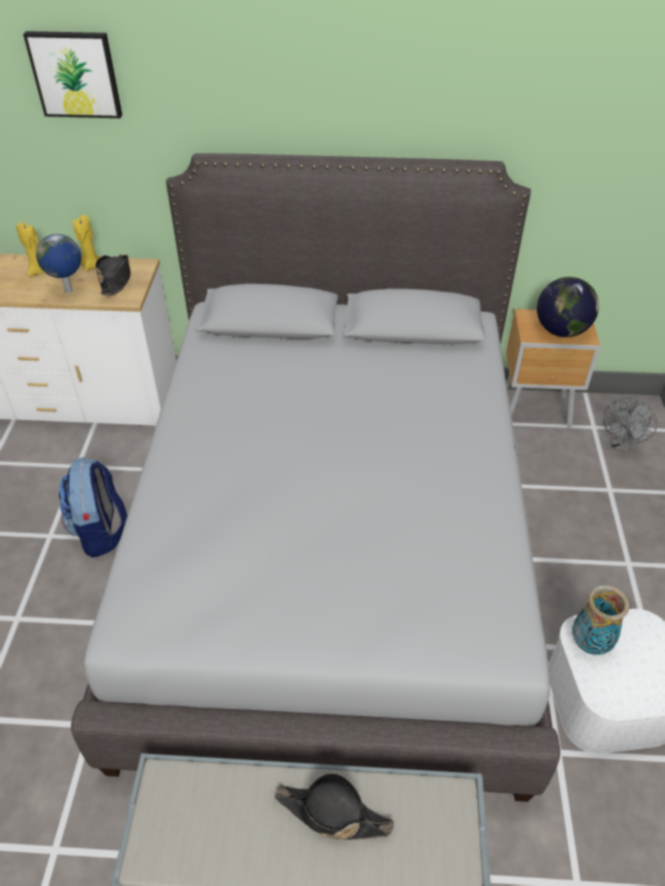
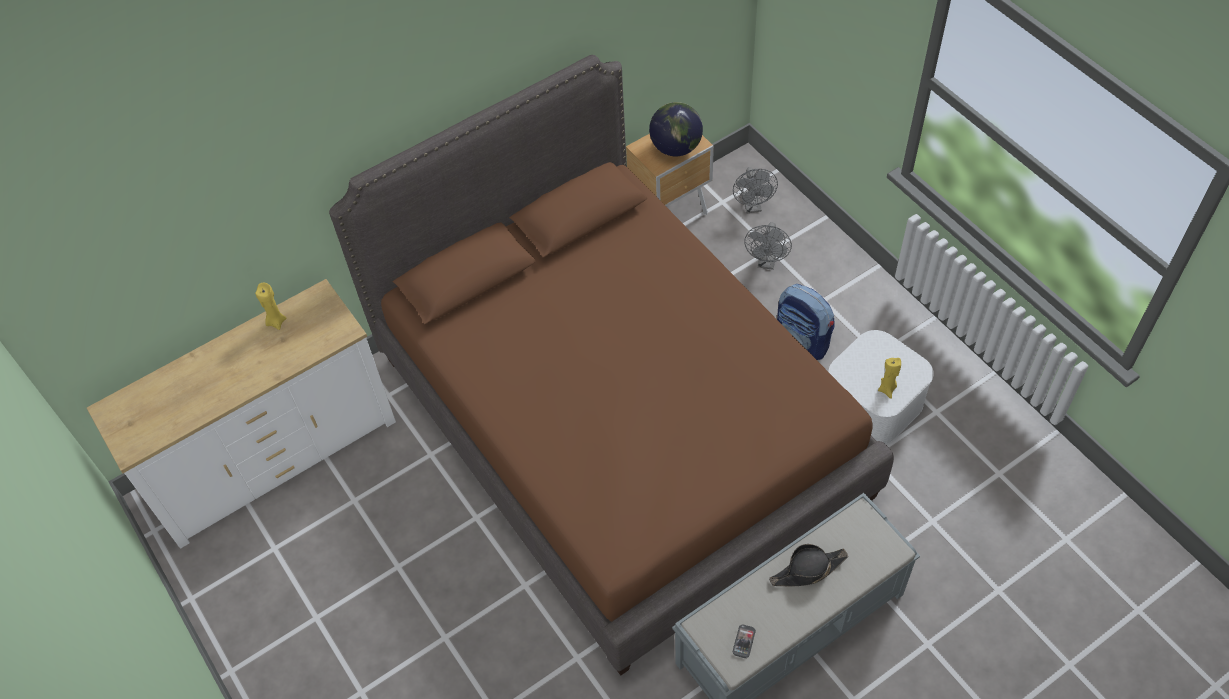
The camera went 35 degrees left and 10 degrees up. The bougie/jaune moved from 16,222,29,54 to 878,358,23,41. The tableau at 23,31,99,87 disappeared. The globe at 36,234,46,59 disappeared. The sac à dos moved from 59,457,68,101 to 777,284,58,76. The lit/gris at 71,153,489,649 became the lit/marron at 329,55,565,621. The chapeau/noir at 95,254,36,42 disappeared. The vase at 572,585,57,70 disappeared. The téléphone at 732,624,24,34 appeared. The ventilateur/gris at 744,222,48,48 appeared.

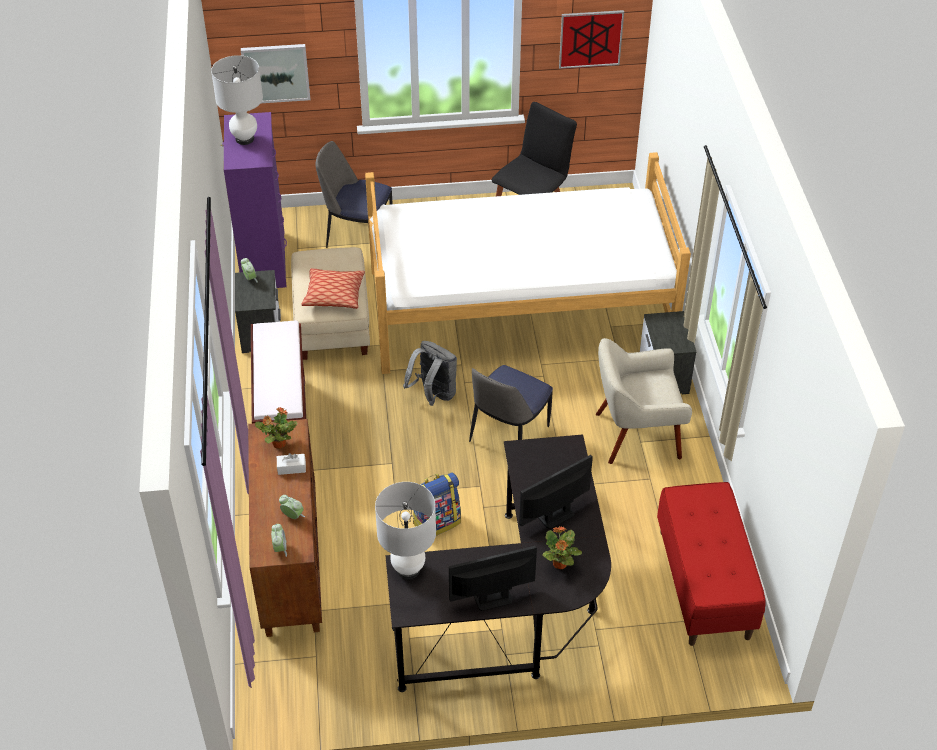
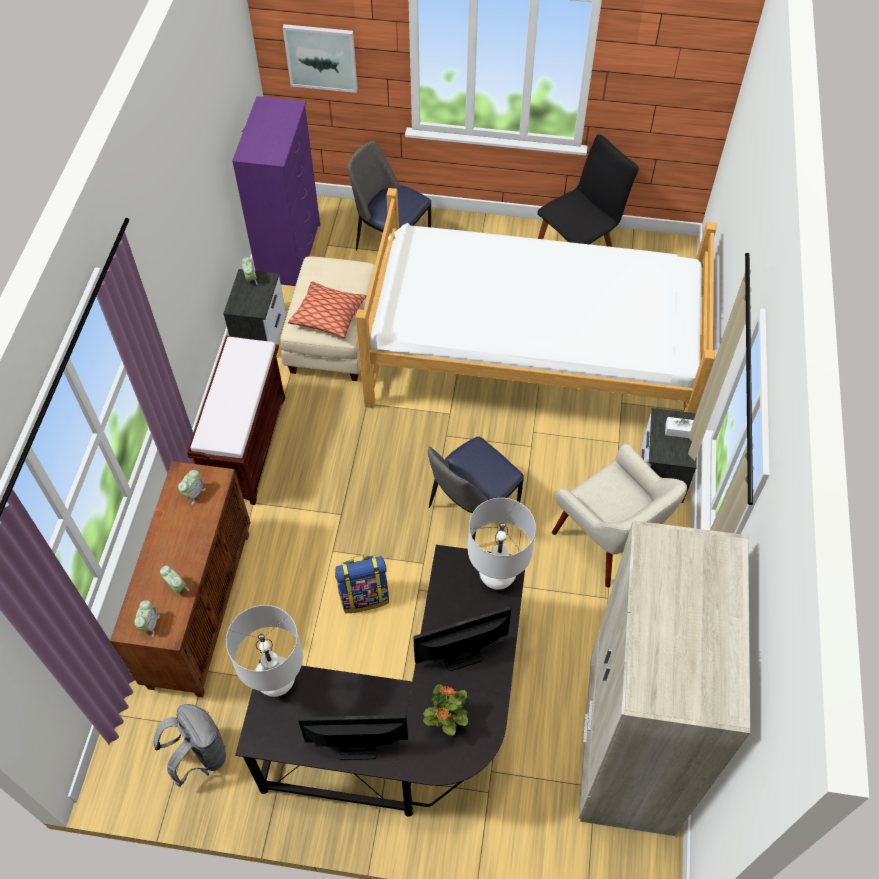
The camera went 15 degrees right and 10 degrees up. The lampe de table/blanc moved from 211,55,52,90 to 468,498,68,94. The plante en pot at 255,407,42,42 was replaced by the réveil at 178,470,28,35. The boîte à mouchoirs/blanc moved from 277,453,29,22 to 665,417,29,21. The sac à dos/gris moved from 403,341,54,65 to 154,704,72,83. The tableau at 559,10,65,59 disappeared. The fauteuil/beige at 596,338,96,126 turned 135 degrees counterclockwise. The banc/rouge at 657,482,109,164 was replaced by the armoire/beige at 579,521,171,315.

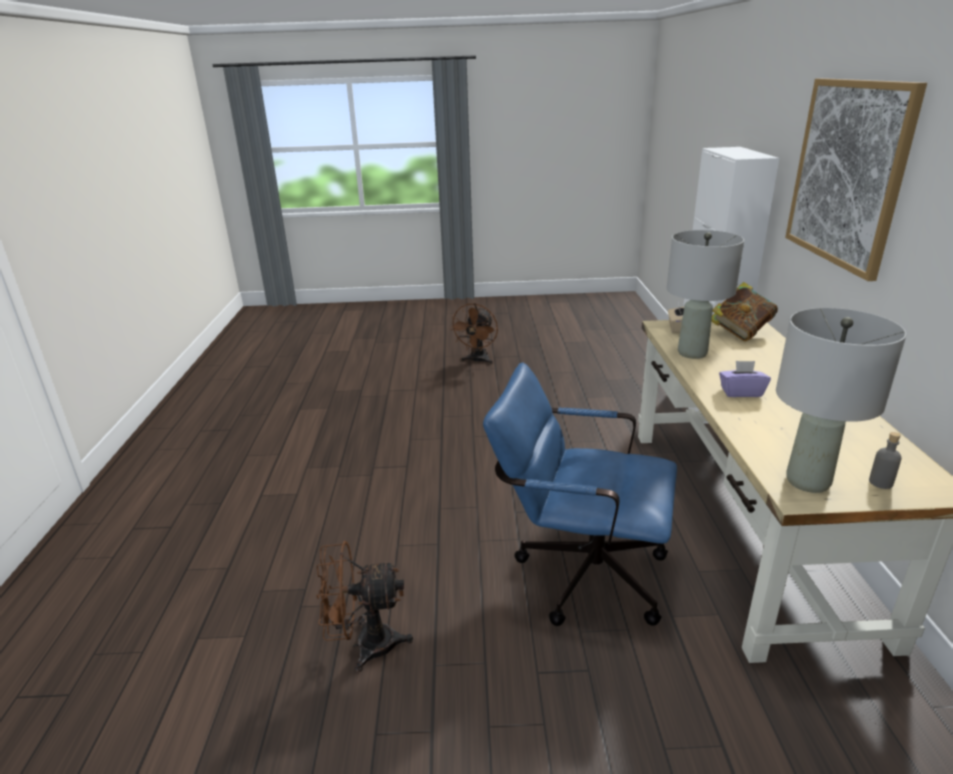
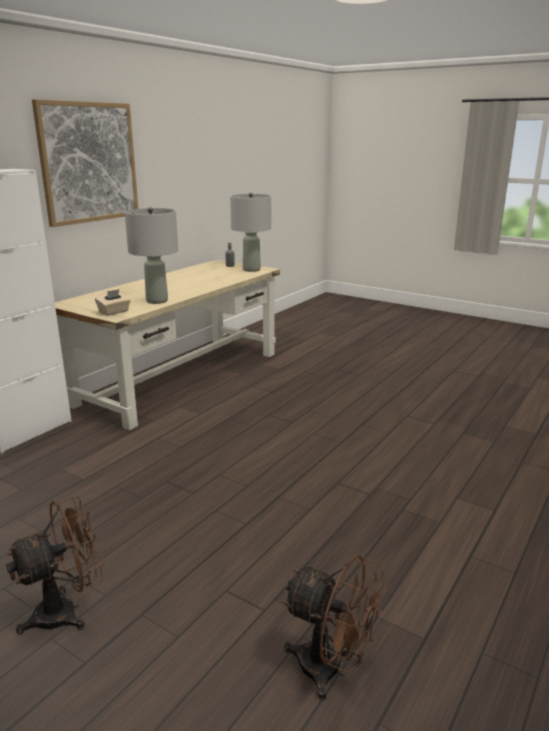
The camera went 145 degrees left and 5 degrees down. The ventilateur/marron moved from 316,541,97,131 to 282,555,105,146. The chaise de bureau/bleu at 483,363,194,263 disappeared. The livre at 711,282,67,59 disappeared. The boîte à mouchoirs/violet at 719,361,52,36 disappeared.

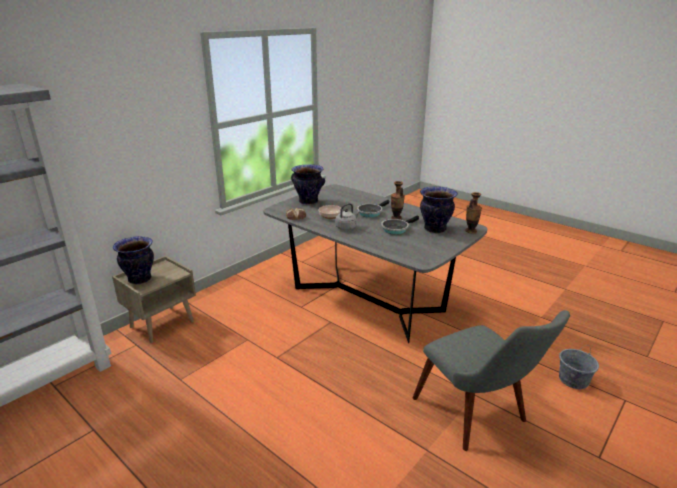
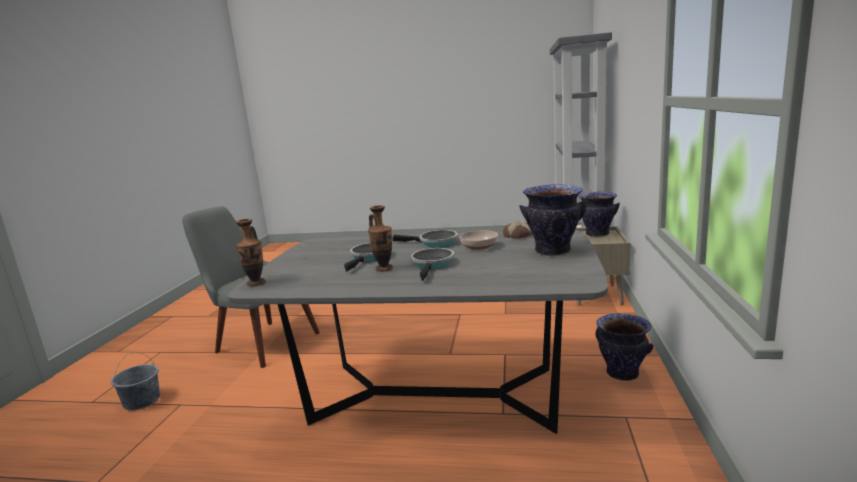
The camera went 150 degrees right and 10 degrees down. The bouilloire/gris at 335,203,25,27 was replaced by the poêle at 393,230,65,18. The vase moved from 420,187,38,46 to 596,313,57,68.

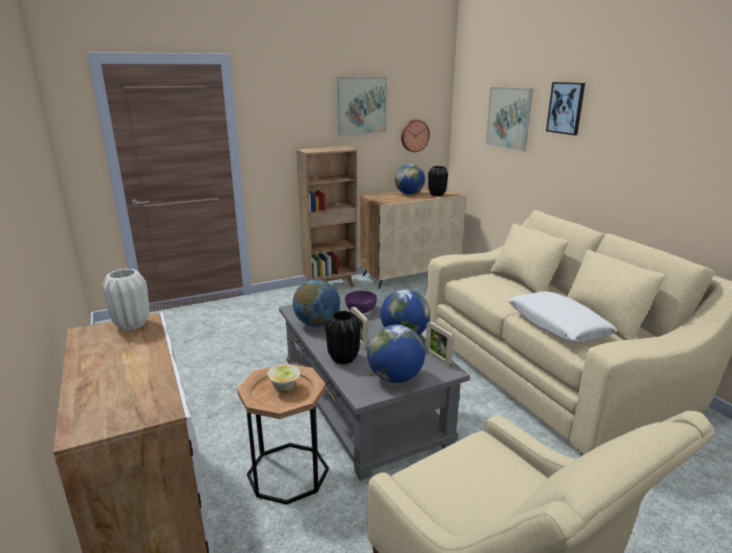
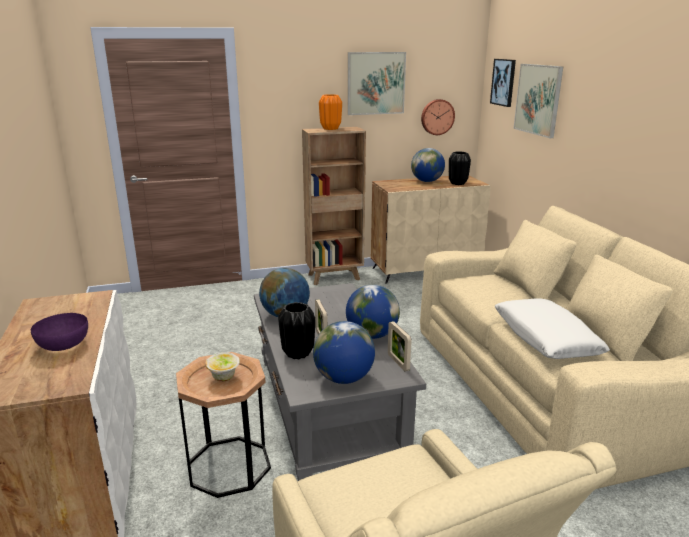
The camera went 10 degrees right and 0 degrees up. The vase/blanc at 102,269,48,62 disappeared. The bol/violet moved from 345,291,32,22 to 31,313,57,38. The tableau moved from 546,82,39,53 to 490,59,26,48. The vase/orange at 319,94,23,36 appeared.

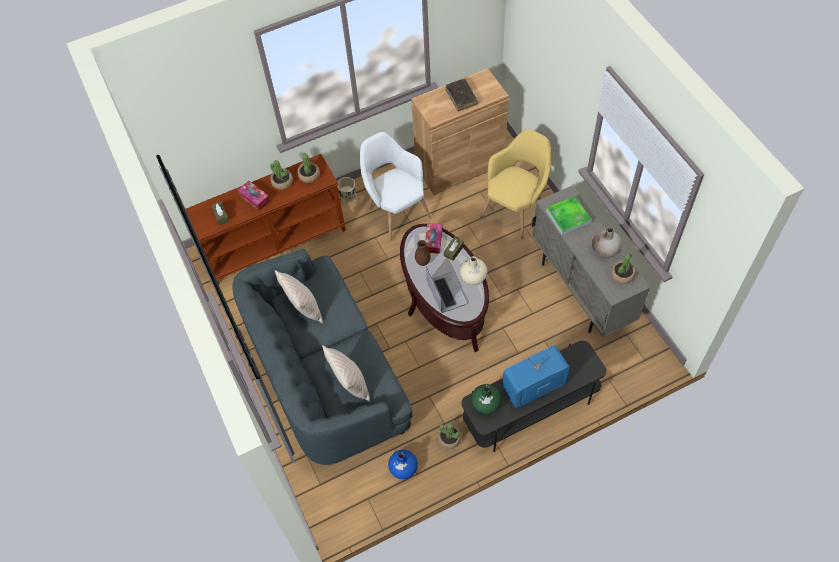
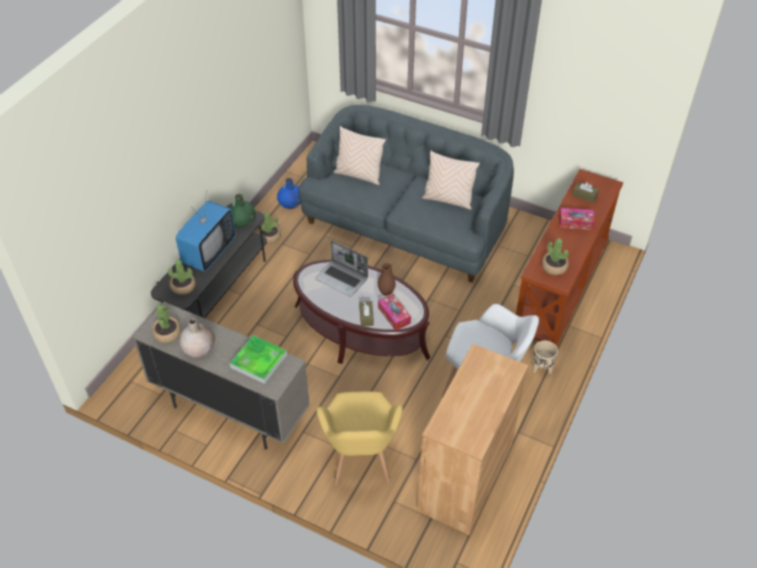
The camera went 140 degrees right and 10 degrees down. The plante en pot moved from 270,160,23,30 to 168,260,28,35. The livre/marron at 446,79,32,32 disappeared. The vase/beige at 459,256,29,29 disappeared.

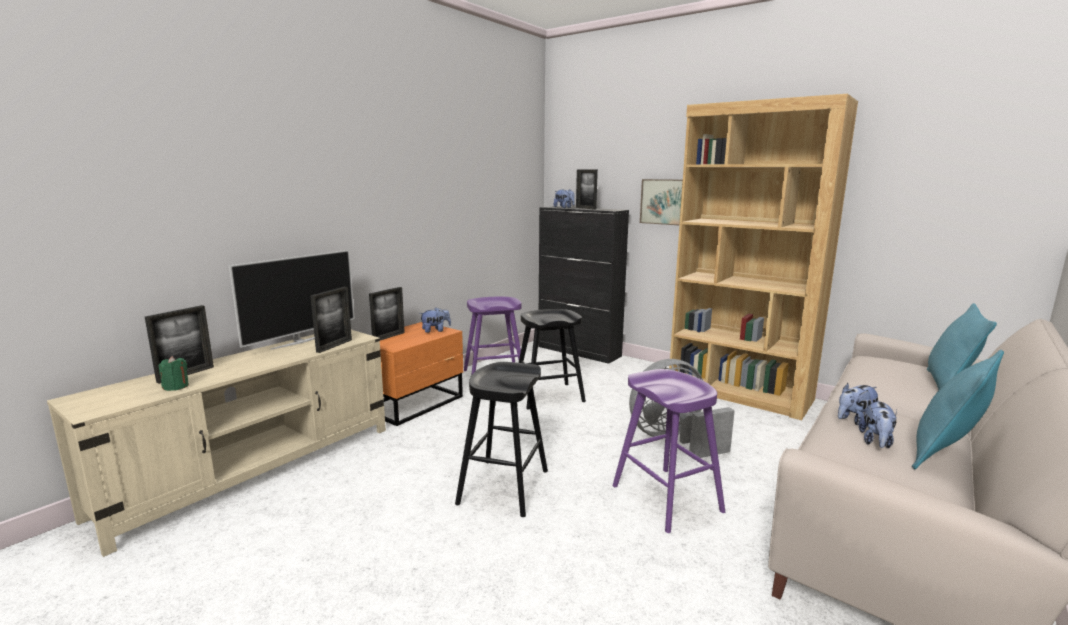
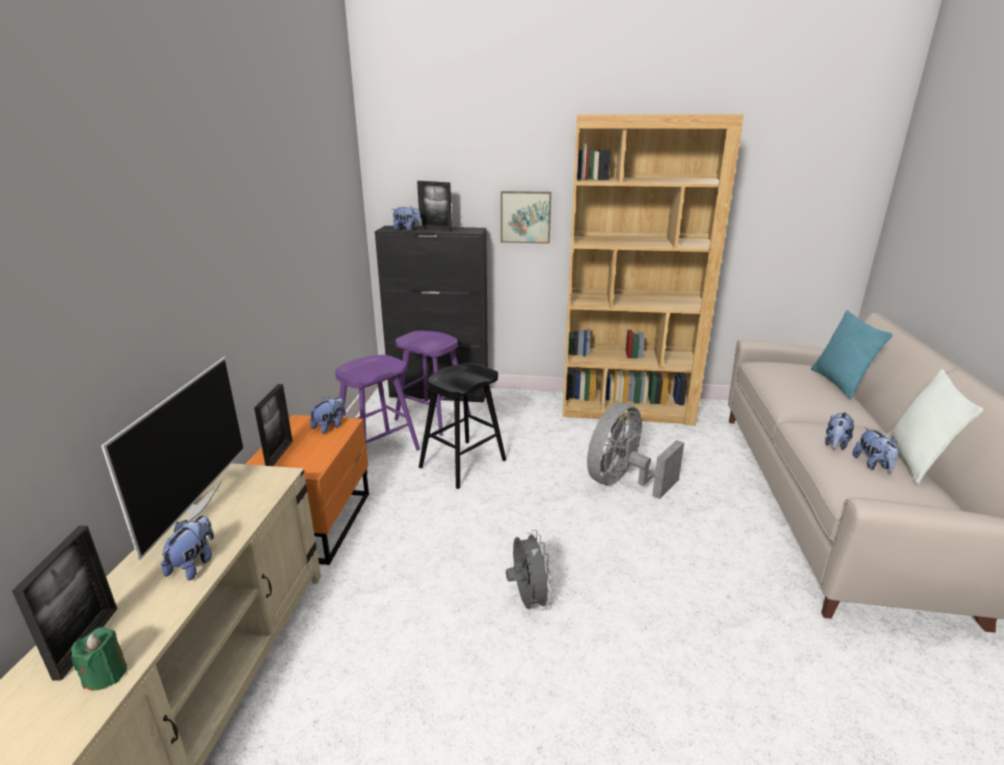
The camera went 30 degrees left and 10 degrees up. The cadre photo at 311,287,41,66 disappeared. The tabouret/noir at 455,362,93,155 was replaced by the ventilateur/gris at 506,530,48,80. The tabouret/violet moved from 612,369,113,164 to 395,331,76,105. The coussin/turquoise at 912,350,92,119 became the coussin/blanc at 886,369,97,115. The peluche at 161,515,53,66 appeared.

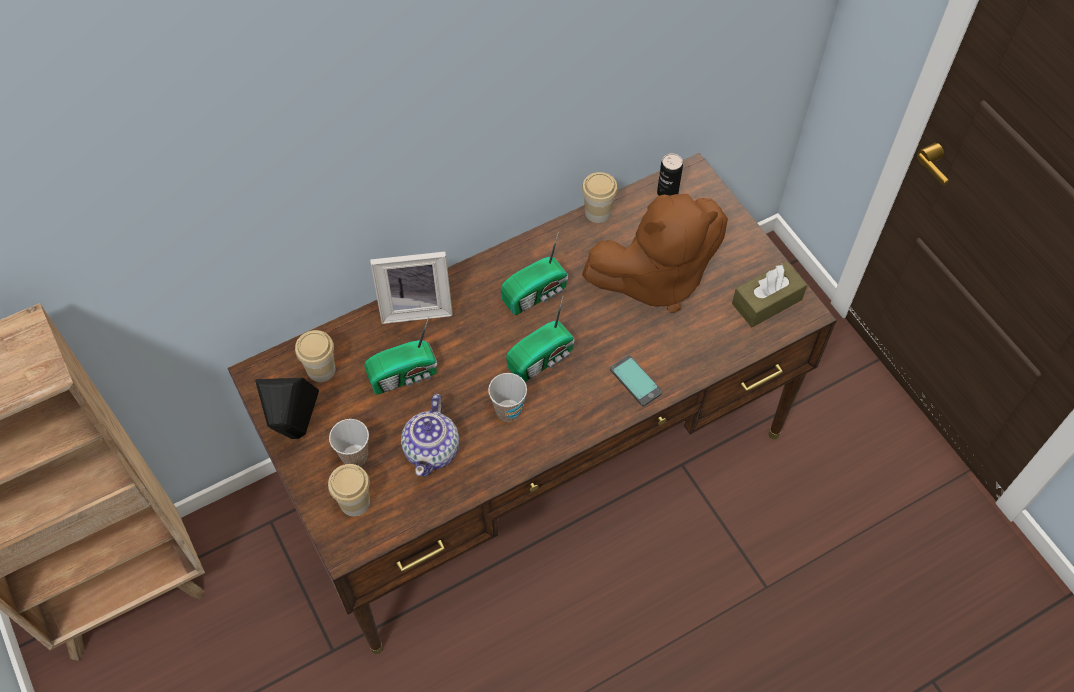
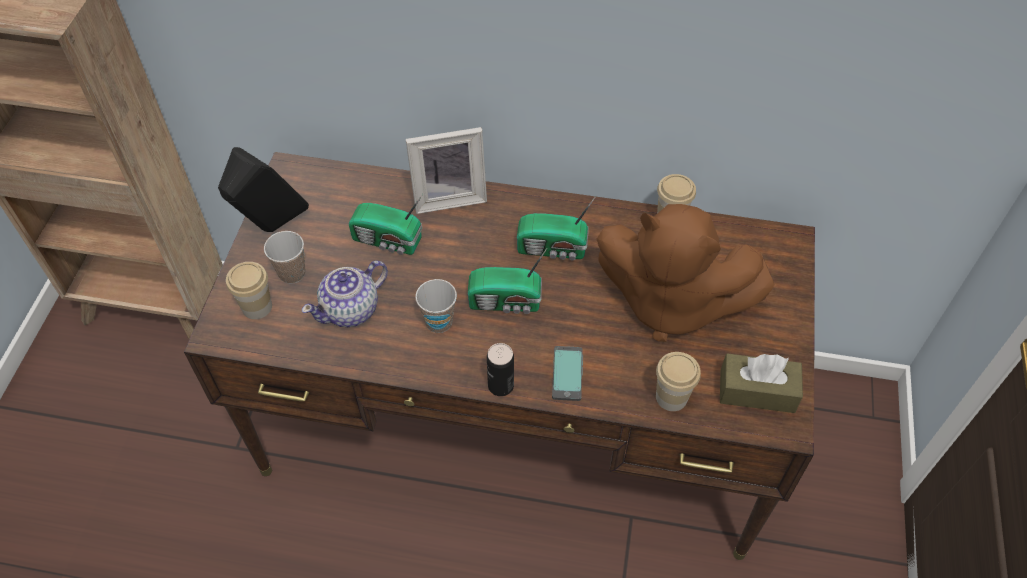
The camera went 40 degrees right and 5 degrees down. The tasse moved from 295,330,41,52 to 656,352,45,59. The cadre photo at 370,252,83,72 turned 45 degrees counterclockwise. The boîte métallique moved from 657,153,26,43 to 487,343,27,53.

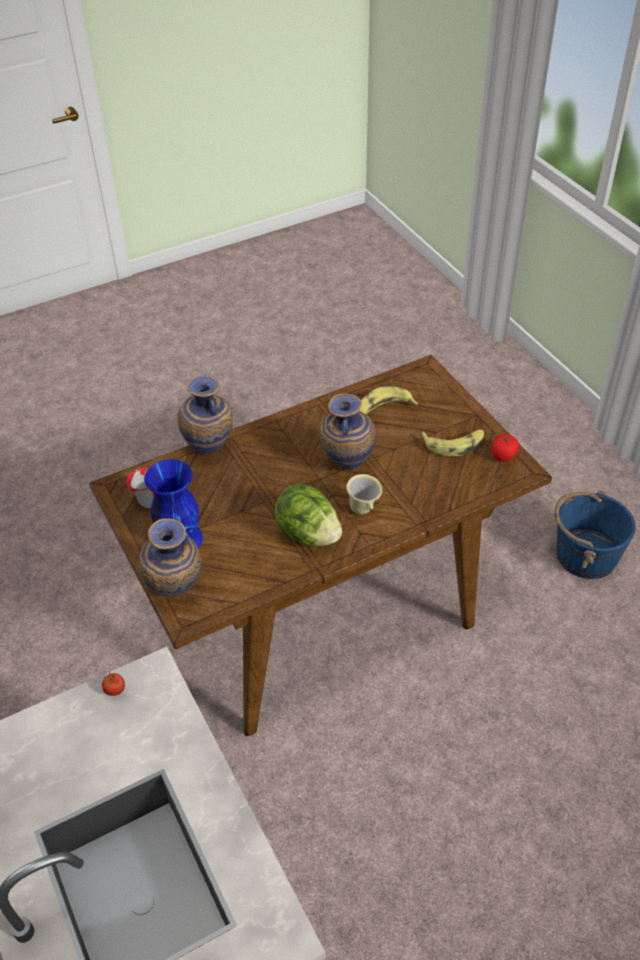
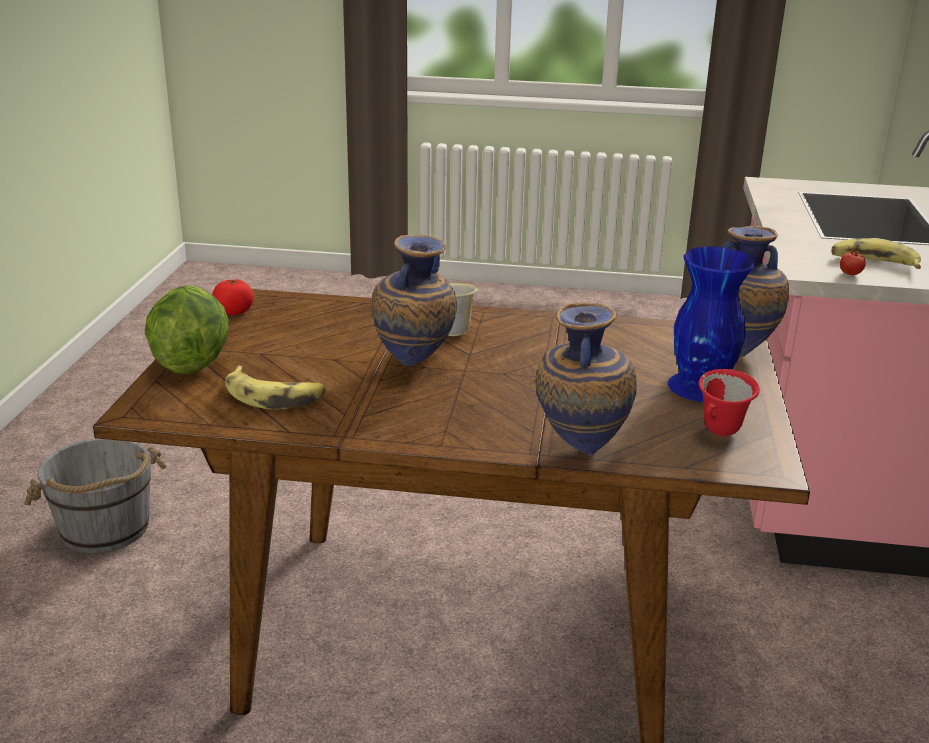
The camera went 145 degrees left and 20 degrees down. The laitue moved from 275,483,67,63 to 145,285,84,89. The banane moved from 420,429,64,27 to 832,238,89,31. The seau/bleu at 555,491,81,88 became the seau/gris at 24,438,143,115.

